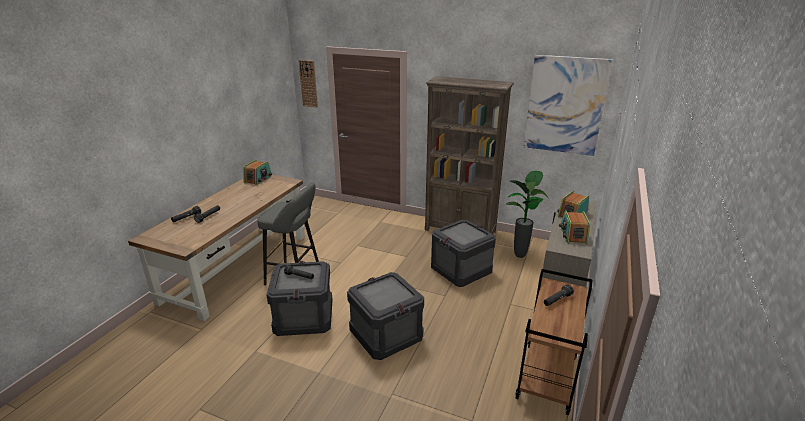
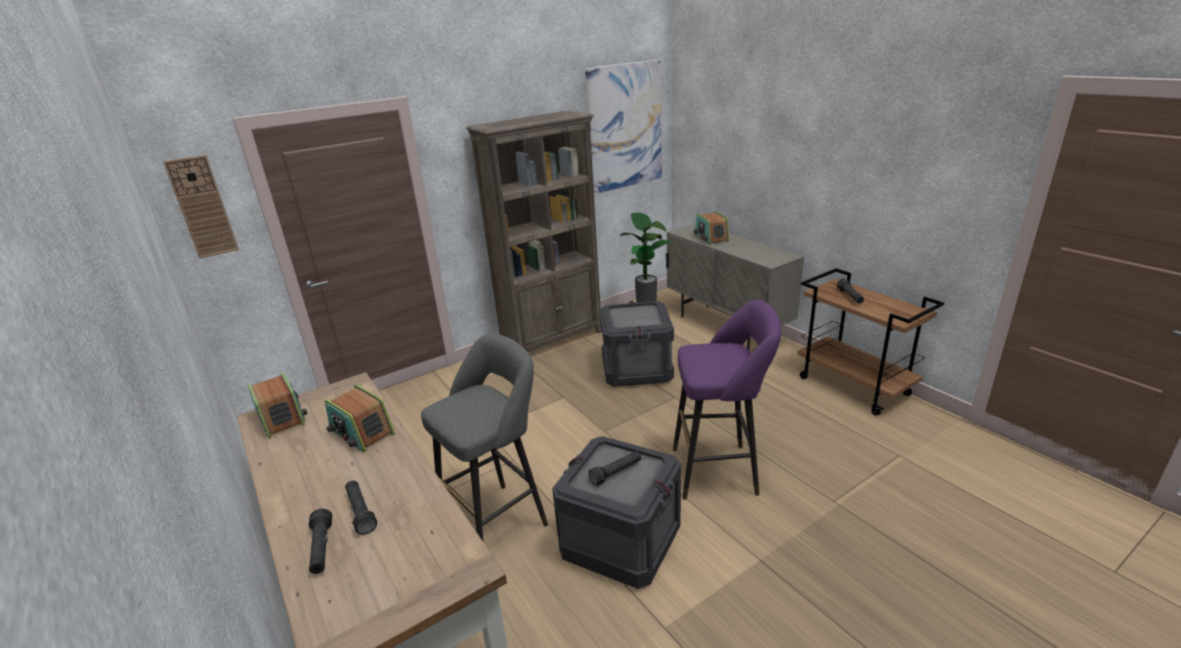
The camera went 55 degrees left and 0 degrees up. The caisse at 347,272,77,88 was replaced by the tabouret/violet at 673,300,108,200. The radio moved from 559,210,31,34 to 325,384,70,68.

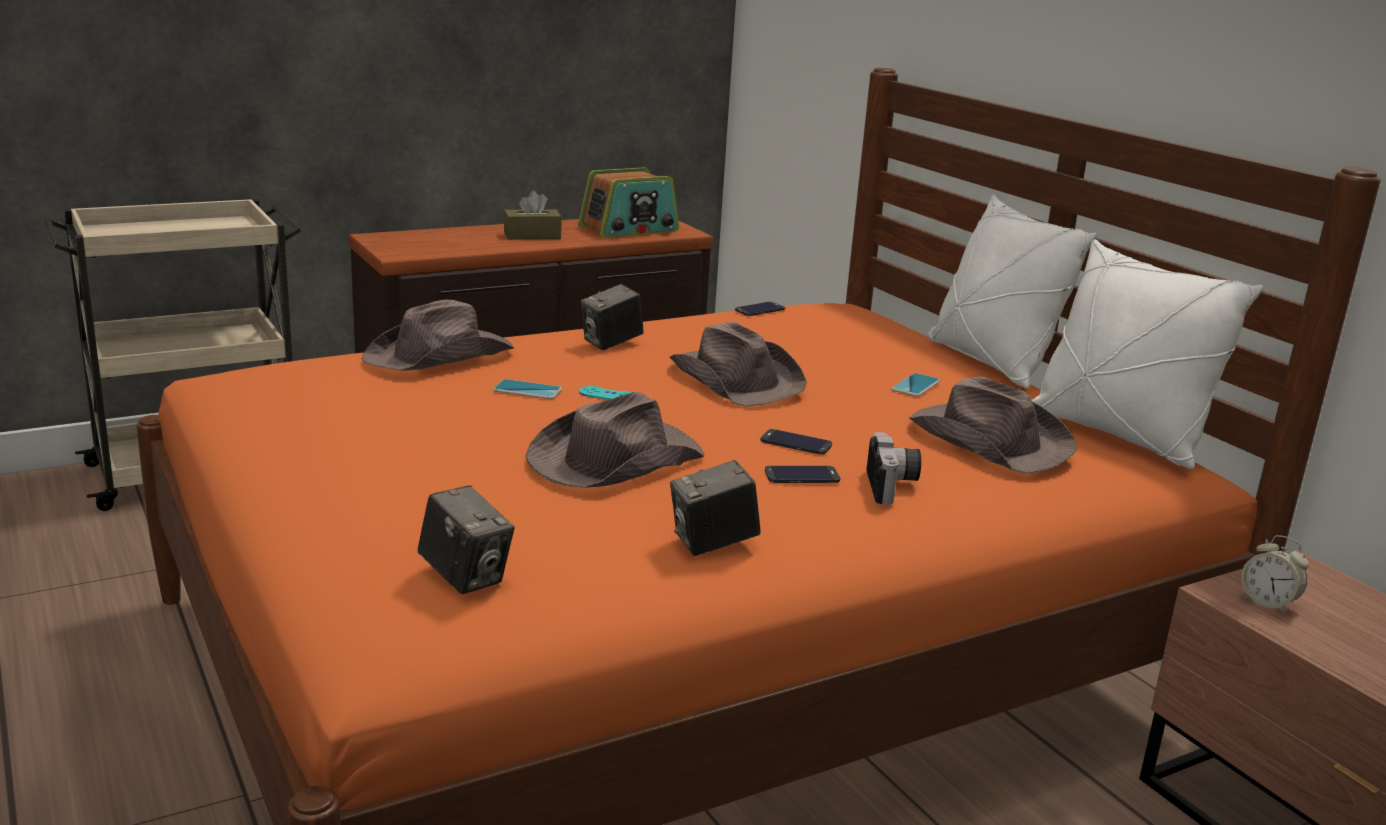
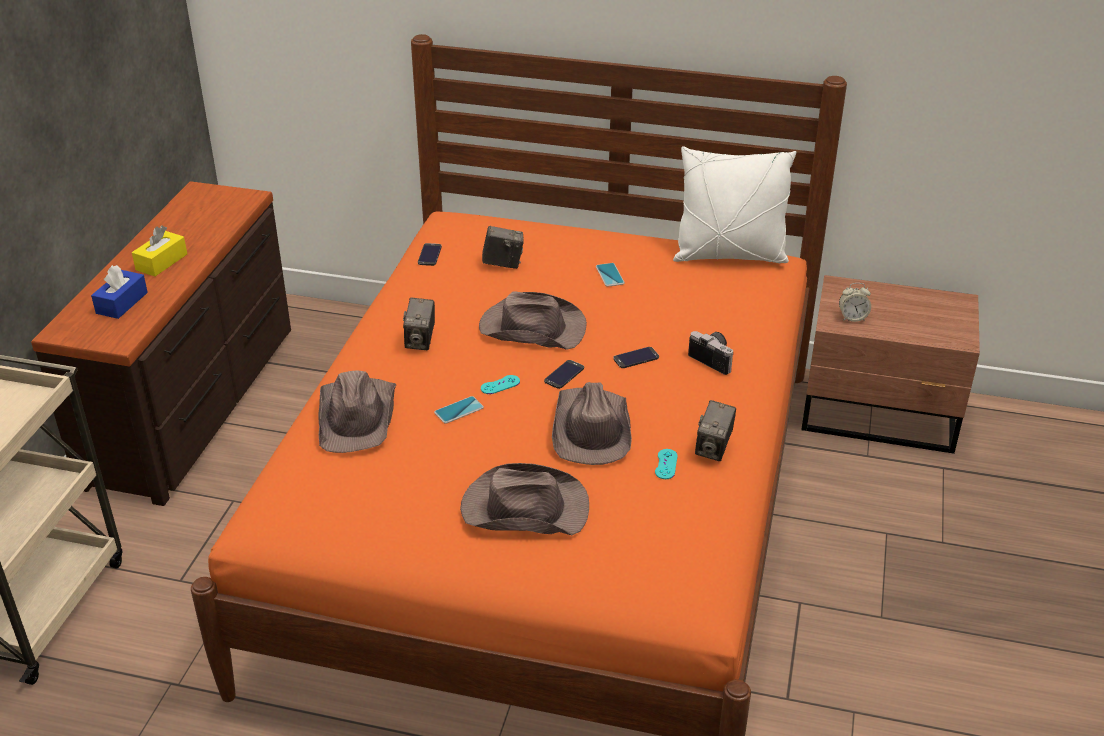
The camera went 45 degrees left and 15 degrees up. The appareil photo moved from 418,485,97,109 to 482,226,42,43. The boîte à mouchoirs/marron at 504,191,58,48 became the boîte à mouchoirs/jaune at 132,226,55,50. The radio at 578,167,101,71 disappeared. The téléphone moved from 765,466,75,17 to 544,360,40,29. The chapeau/marron moved from 909,377,168,97 to 460,463,129,72. The coussin/blanc at 929,195,168,194 disappeared. The boîte à mouchoirs/bleu at 91,265,57,54 appeared. The manette/turquoise at 655,449,23,30 appeared.

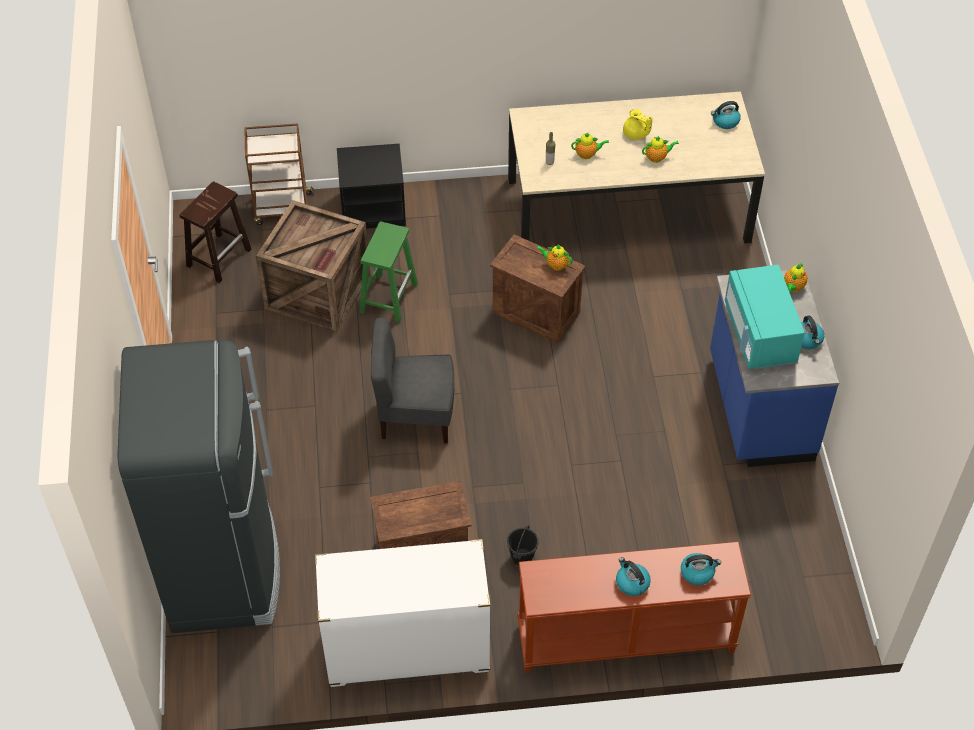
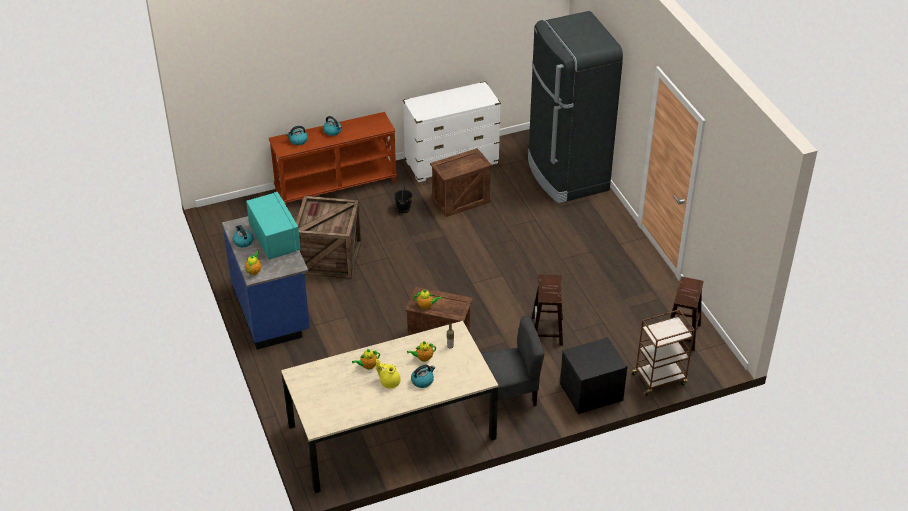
The camera went 165 degrees right and 10 degrees down. The caisse moved from 256,200,114,132 to 296,196,65,82. The tabouret/vert at 360,222,58,101 became the tabouret/marron at 532,274,31,72. The chaise/gris moved from 371,317,83,127 to 481,316,63,90. The bouilloire moved from 711,101,30,28 to 411,365,24,23.

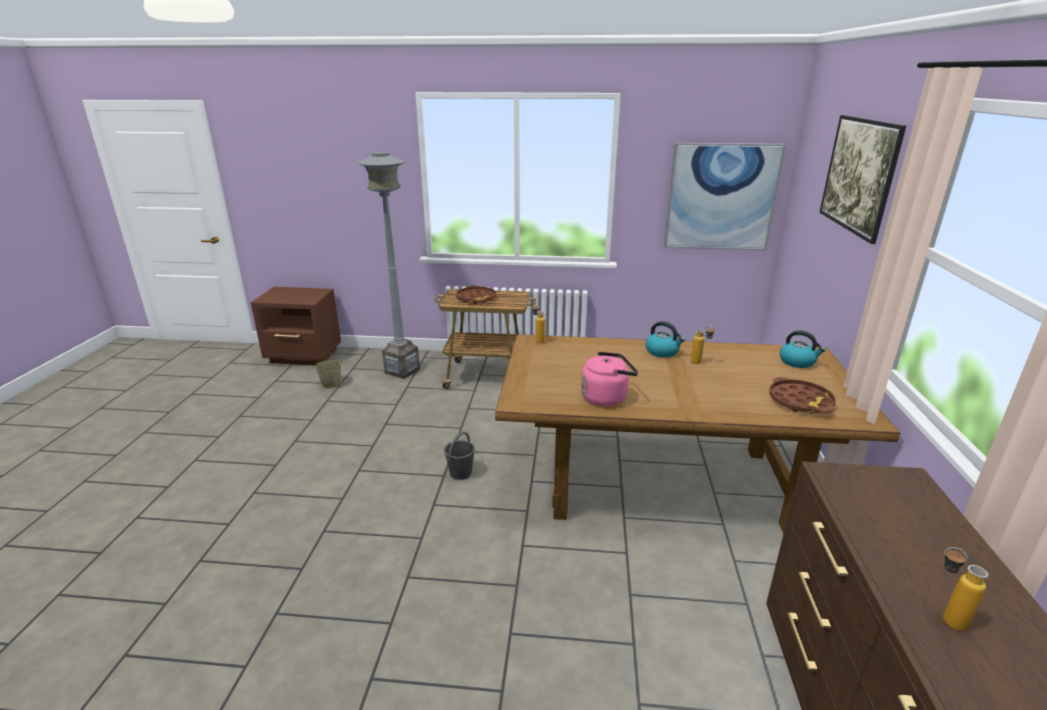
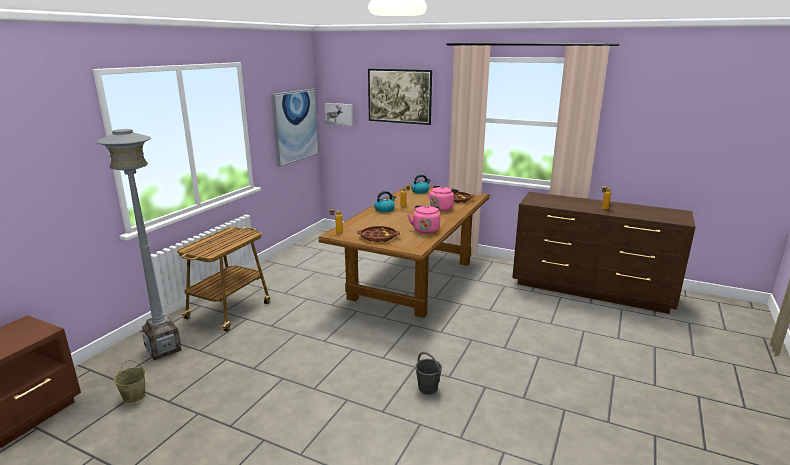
The camera went 70 degrees left and 5 degrees down. The seau/gris moved from 444,432,31,48 to 415,352,27,42. The plateau/marron moved from 456,285,40,19 to 357,226,43,16. The tableau at 325,103,28,23 appeared. The bouilloire/rose at 428,186,30,25 appeared.

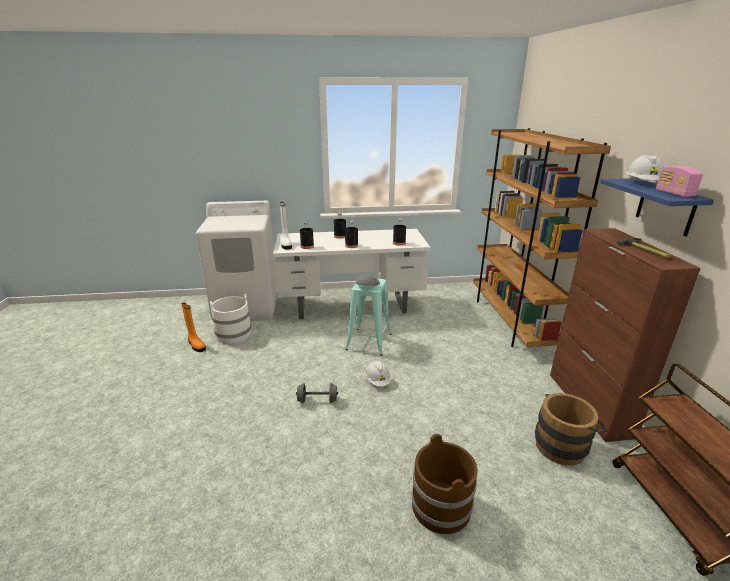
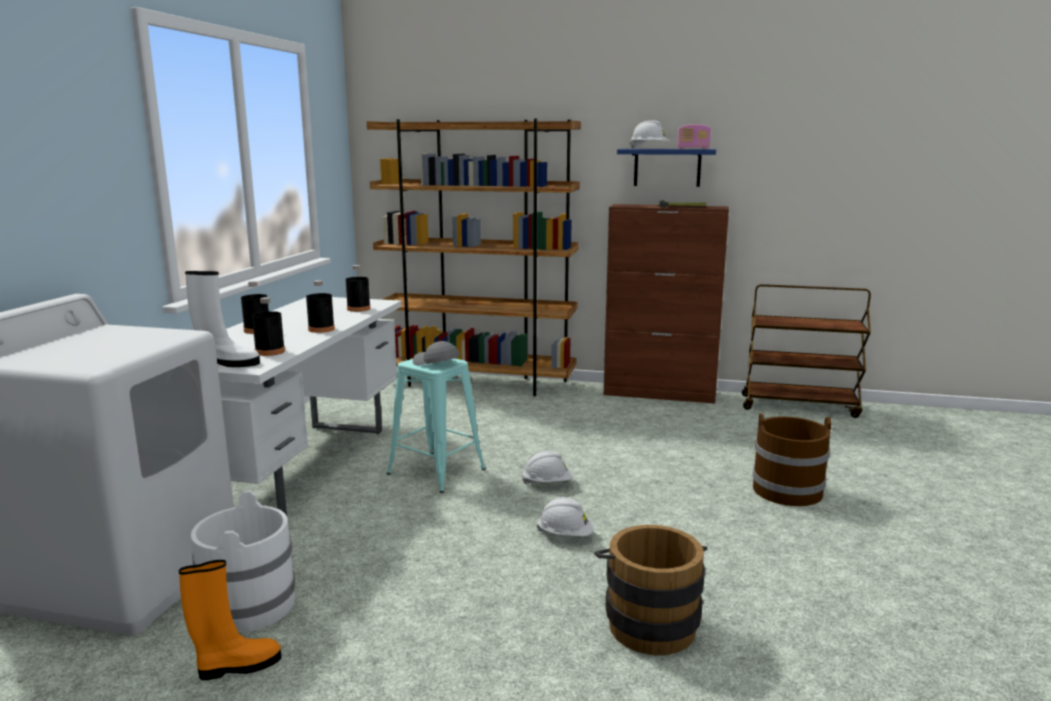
The camera went 70 degrees left and 10 degrees down. The haltère/gris at 296,383,42,20 was replaced by the casque de chantier/blanc at 537,497,58,39. The seau/marron moved from 535,393,72,73 to 594,525,113,130.

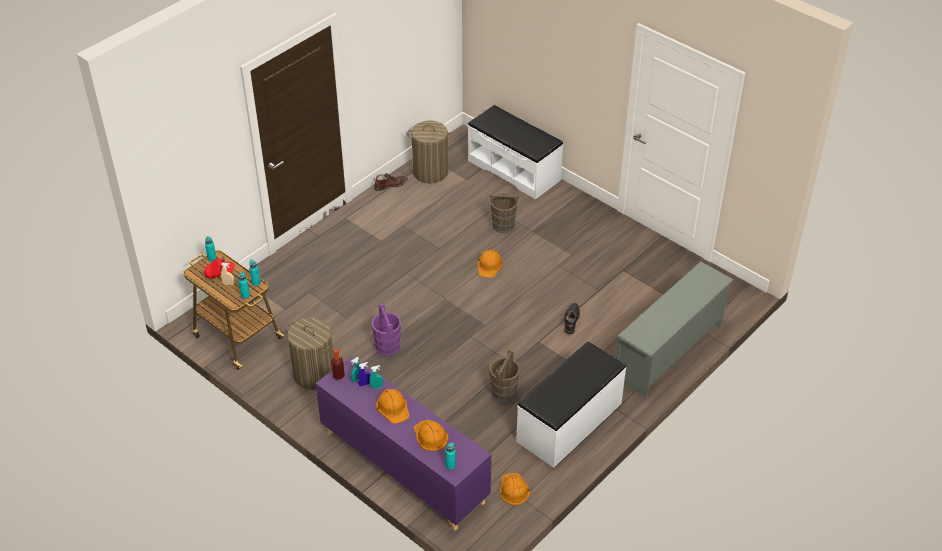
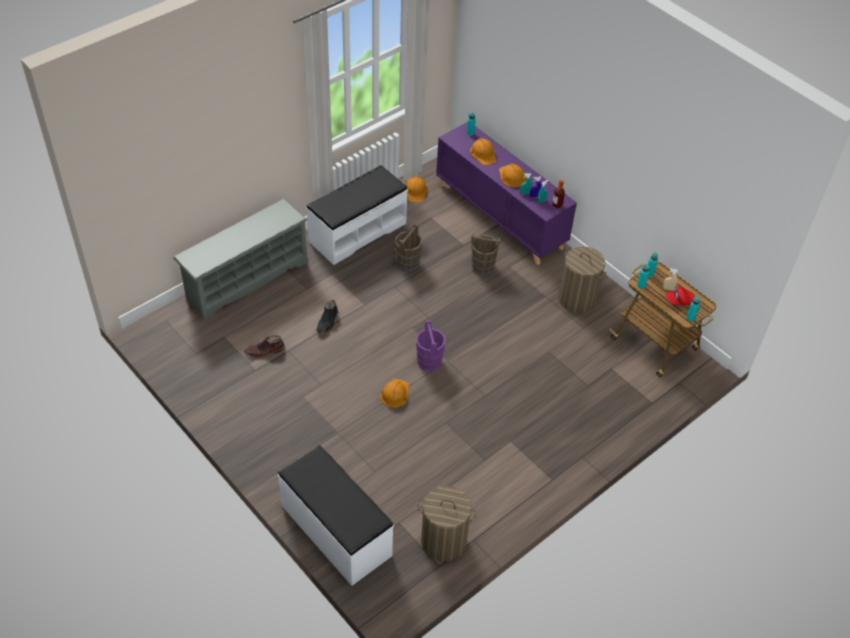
The camera went 175 degrees left and 5 degrees up. The seau/violet moved from 372,304,29,52 to 416,320,29,51. The botte/marron moved from 374,173,34,18 to 244,335,41,23. The seau/marron moved from 489,192,30,41 to 471,233,30,42.

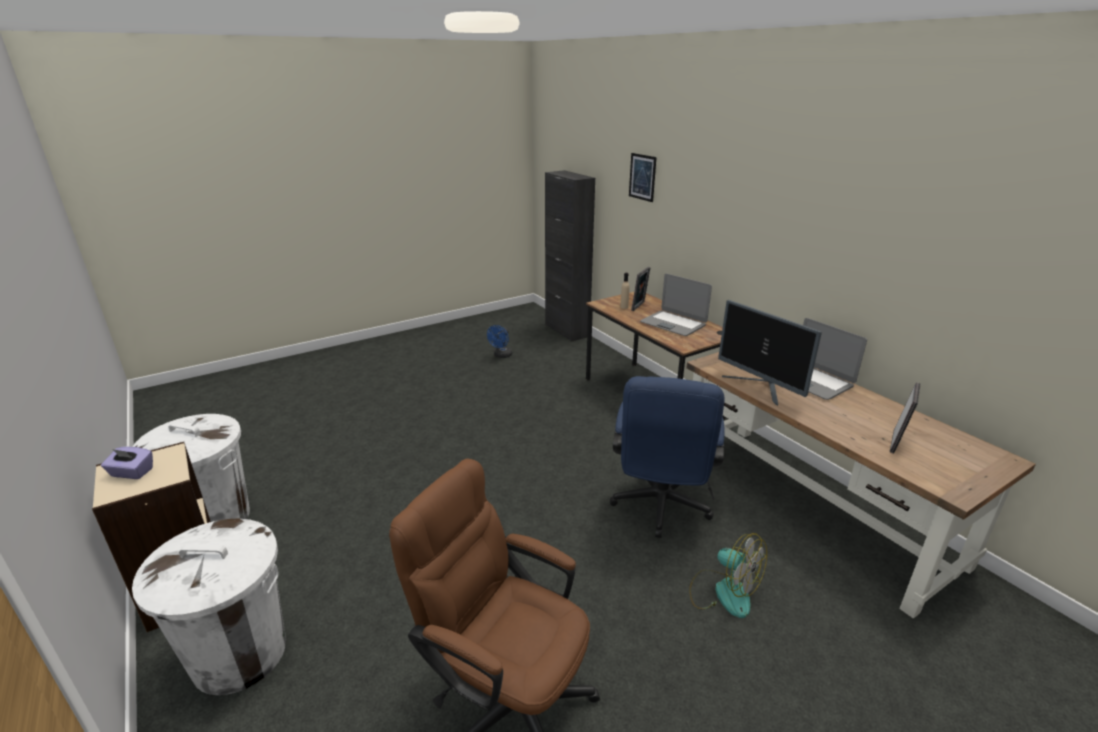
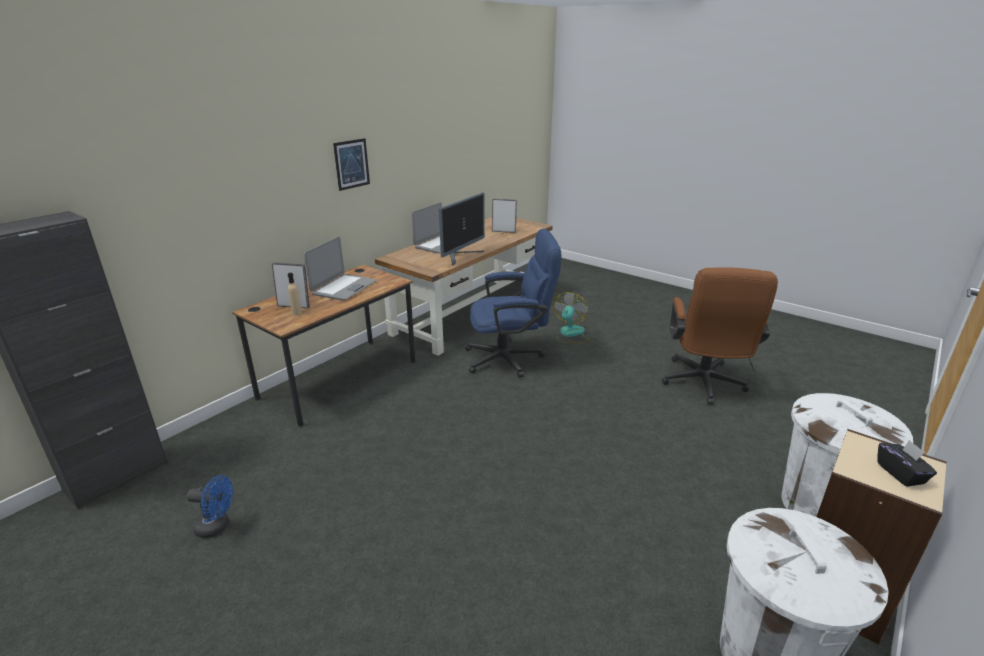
The camera went 110 degrees left and 0 degrees up. The boîte à mouchoirs/violet at 101,447,52,32 became the boîte à mouchoirs/noir at 878,440,59,47. The tableau moved from 629,153,28,49 to 333,138,37,53.

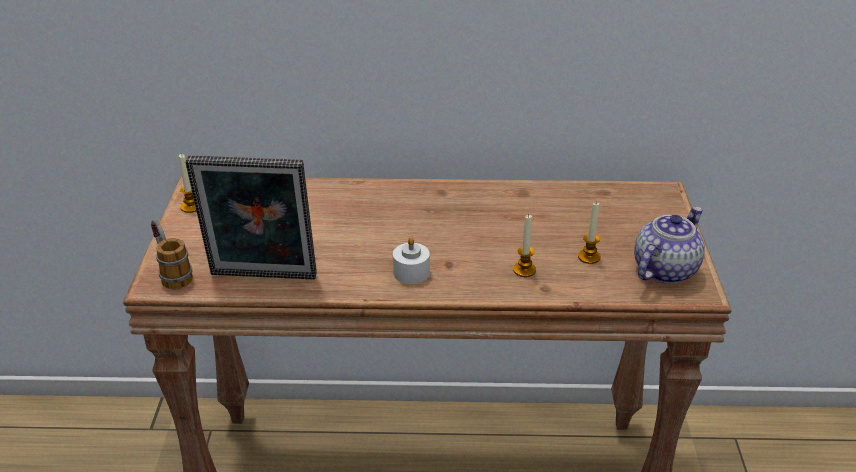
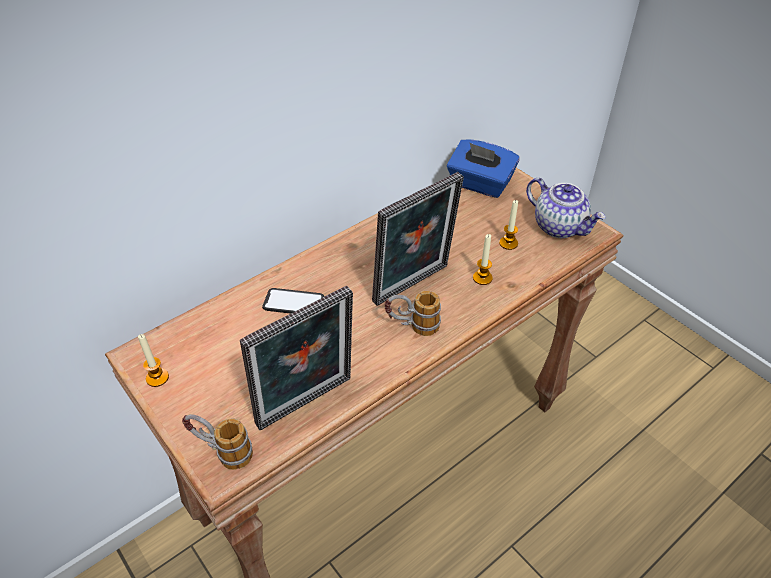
The camera went 40 degrees left and 10 degrees up. The bougie/blanc at 393,237,37,47 was replaced by the mug at 385,291,56,45. The théière at 634,207,71,77 turned 135 degrees clockwise. The téléphone at 262,288,62,26 appeared. The cadre photo at 372,172,92,134 appeared. The boîte à mouchoirs/bleu at 447,140,73,58 appeared.

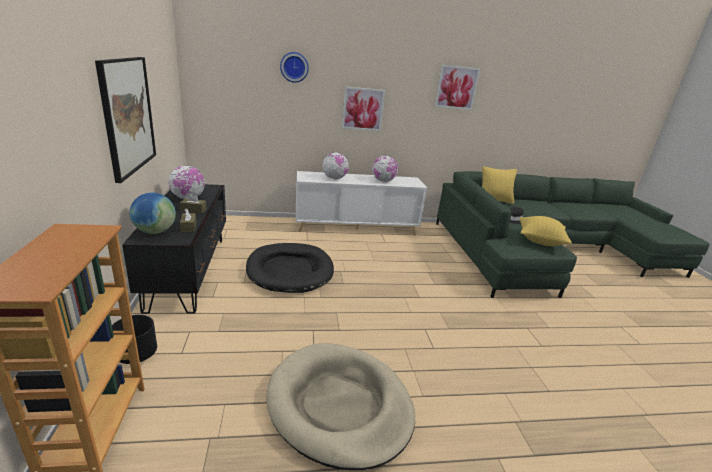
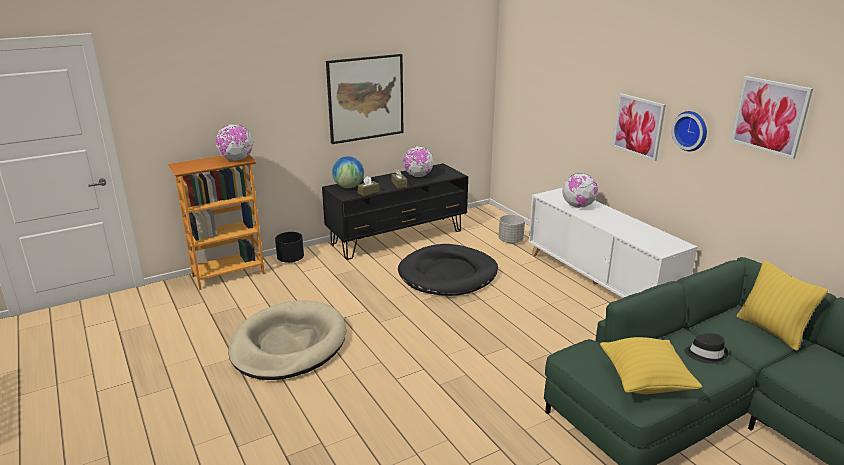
The camera went 70 degrees right and 0 degrees up. The horloge murale moved from 280,52,29,31 to 672,111,35,40. The globe moved from 372,156,26,26 to 216,124,37,37. The cache-pot/gris at 499,214,26,29 appeared.

